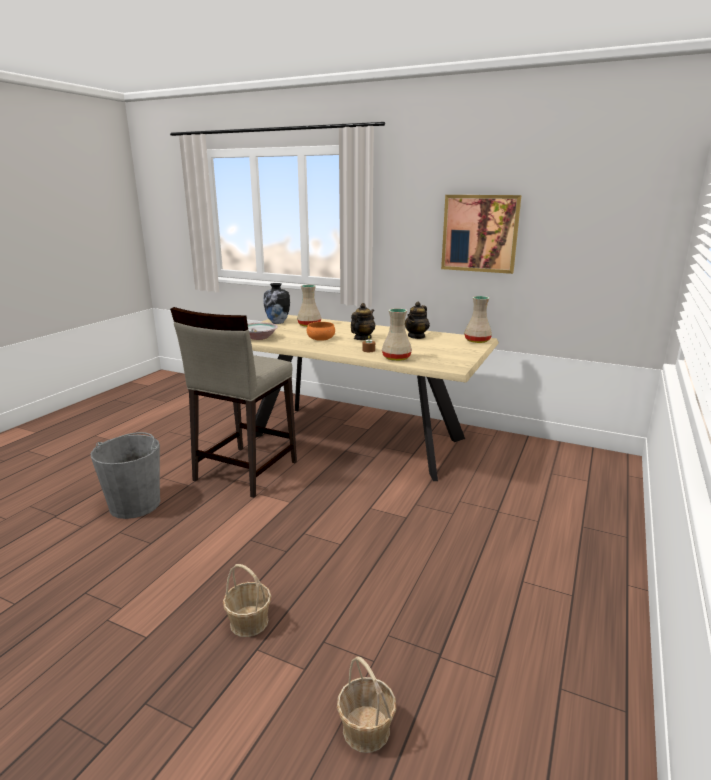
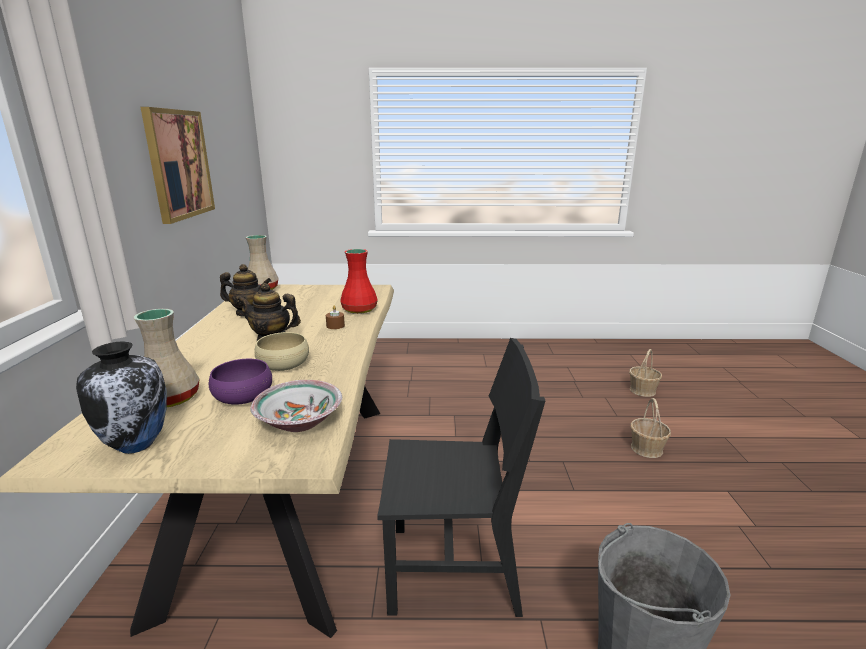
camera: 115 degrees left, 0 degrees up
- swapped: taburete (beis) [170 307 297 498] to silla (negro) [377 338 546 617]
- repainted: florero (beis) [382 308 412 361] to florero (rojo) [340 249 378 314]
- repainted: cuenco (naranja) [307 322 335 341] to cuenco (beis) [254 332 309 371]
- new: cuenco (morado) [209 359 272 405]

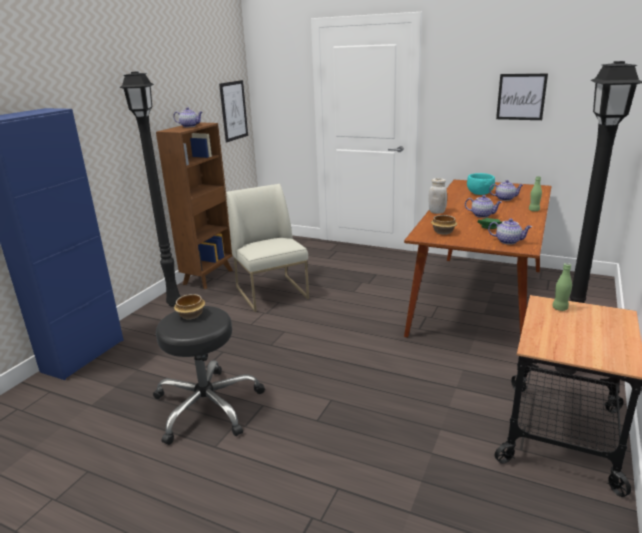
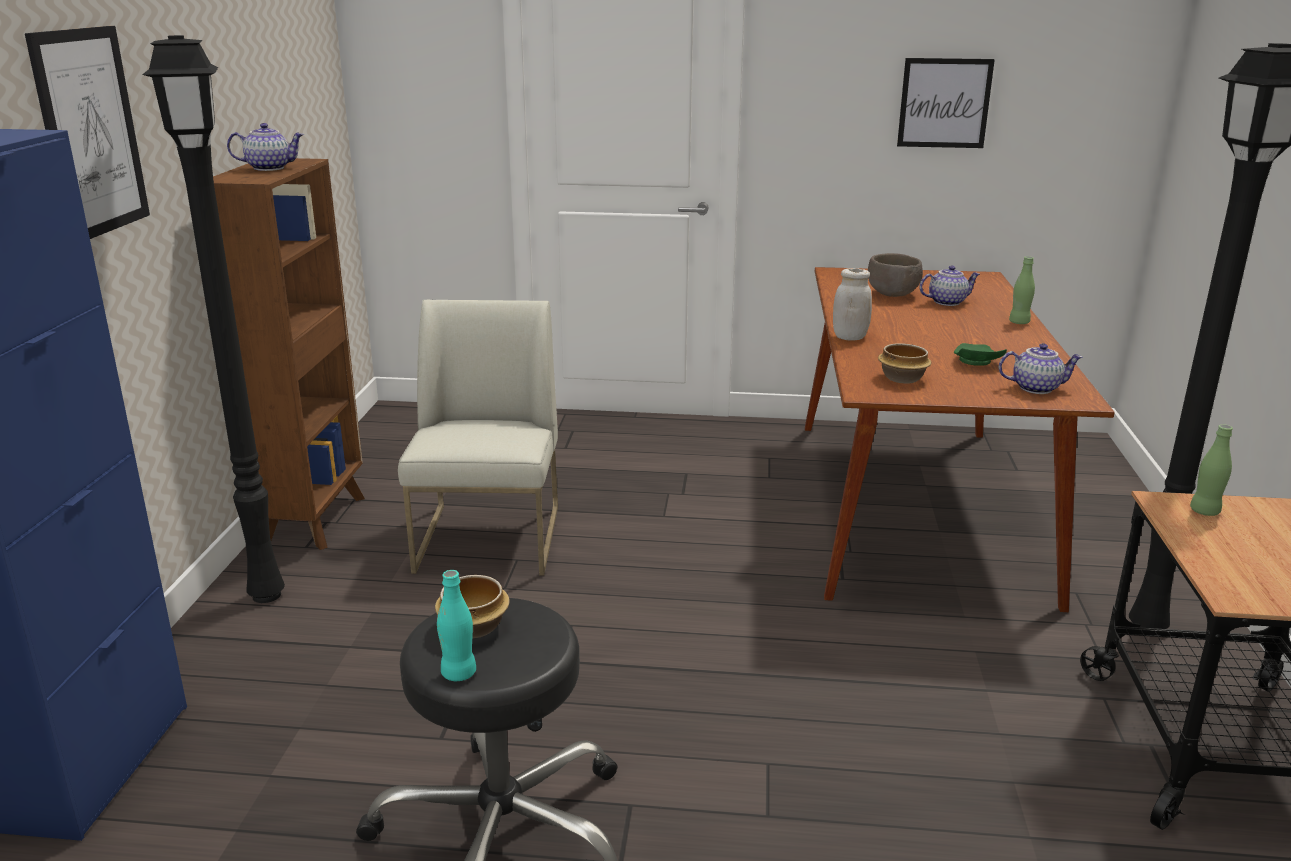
camera: 20 degrees left, 0 degrees up
- shifted: cuadro [219 80 248 142] to [25 26 150 239]
- repainted: cuenco (turquesa) [467 173 495 195] to cuenco (marrón) [868 253 923 297]
- rotated: silla (blanco) [226 184 309 312] = [398 300 558 575] 45 degrees clockwise
- gone: tetera [465 195 502 218]
- new: botella (turquesa) [437 570 476 681]

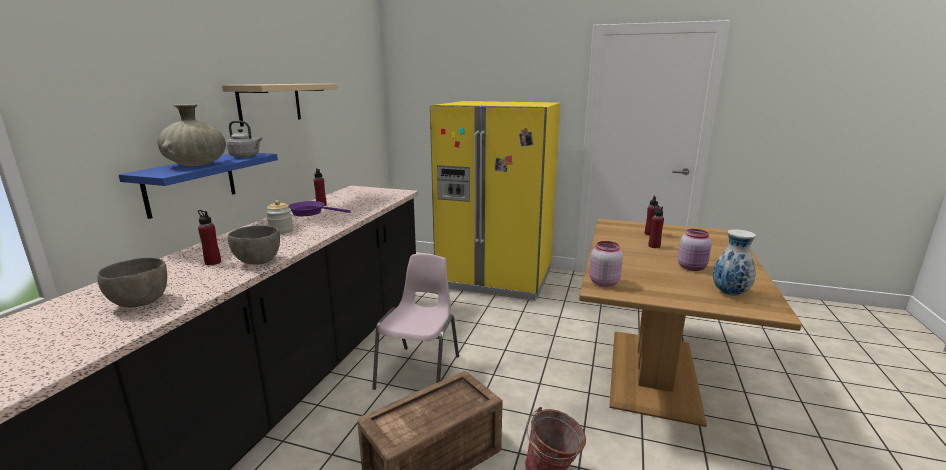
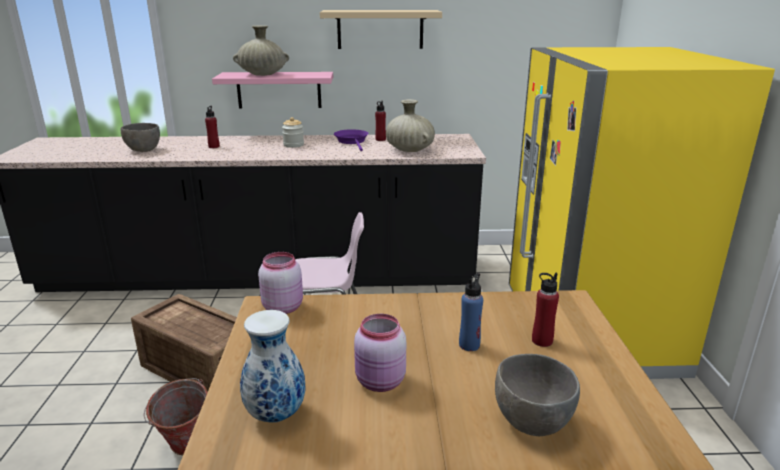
camera: 70 degrees right, 5 degrees up
- gone: hervidor (gris) [227 120 262 158]
- repainted: estante (azul) [119 153 278 219] to estante (rosa) [212 72 333 109]
- repainted: botella (rojo) [648 205 664 248] to botella (azul) [459 273 483 351]
- shifted: cuenco (gris) [228 225 280 265] to [495 354 580 436]
- new: florero (beis) [386 99 435 152]

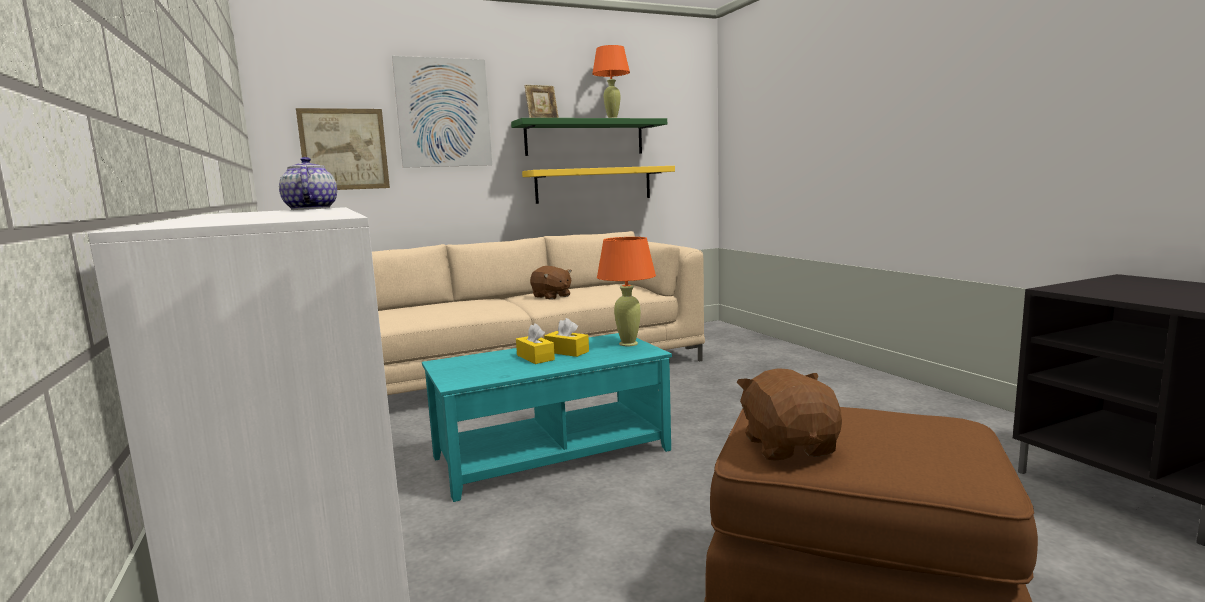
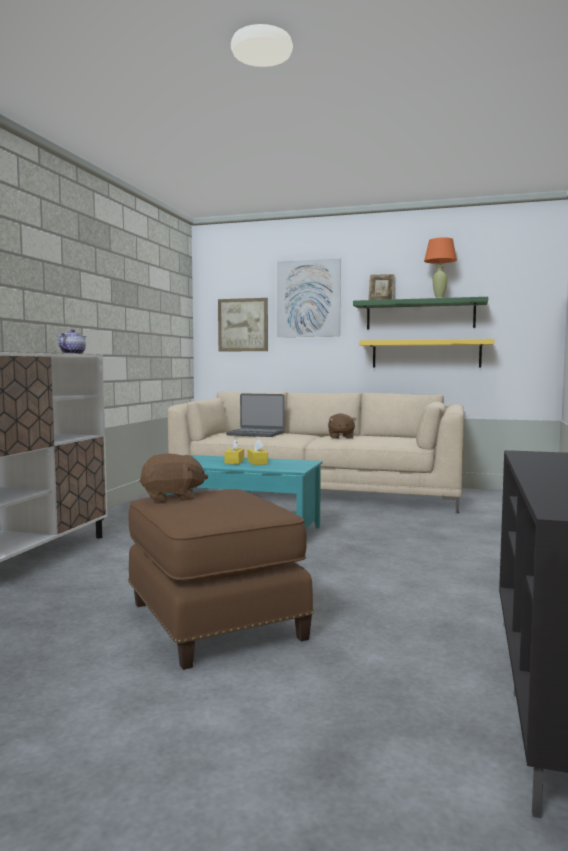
camera: 40 degrees right, 5 degrees down
- gone: lámpara de mesa (naranja) [597 237 656 346]
- rotated: peluche (marrón) [736 368 842 461] = [139 453 208 502] 45 degrees clockwise
- new: portátil [226 393 285 437]

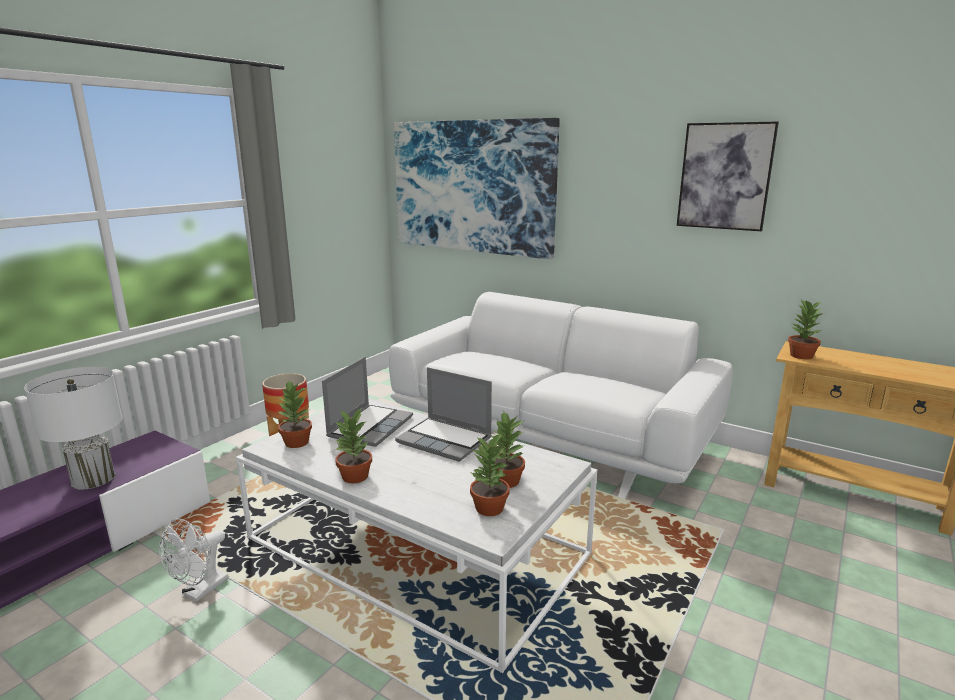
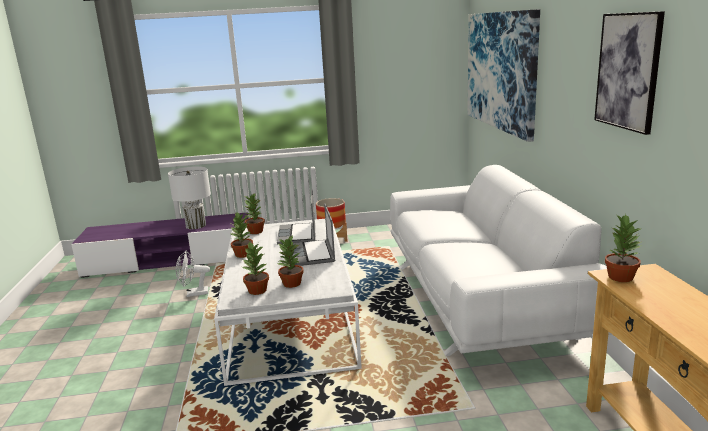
camera: 50 degrees right, 0 degrees up
- rotated: portátil [322 357 413 447] = [277 189 315 244] 105 degrees clockwise

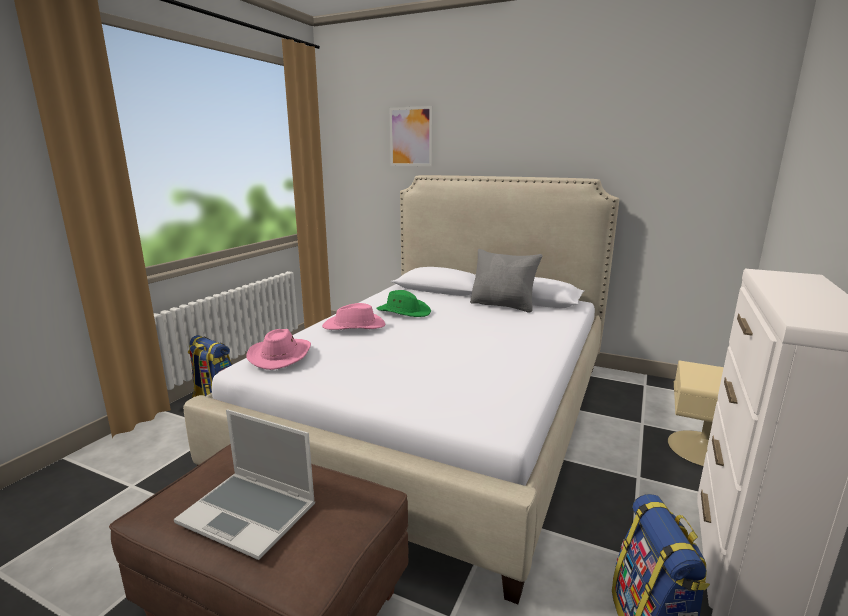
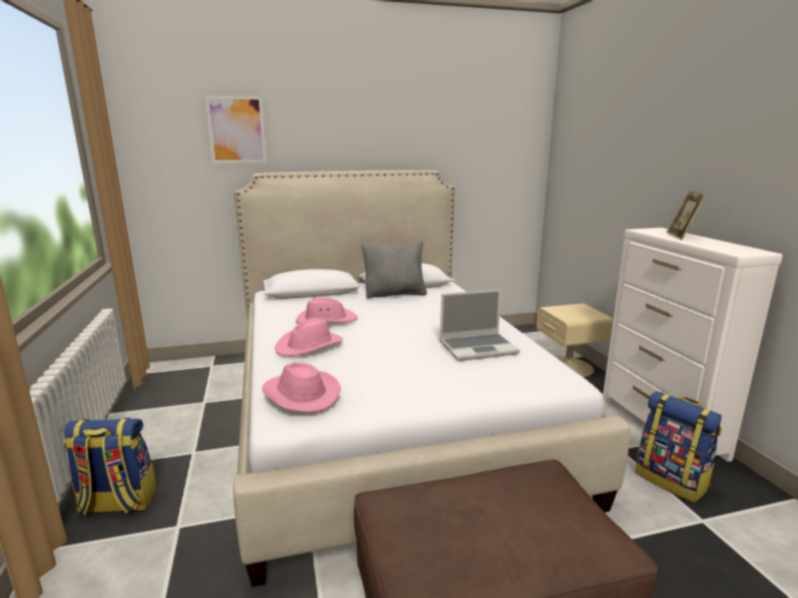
camera: 40 degrees left, 0 degrees up
- repainted: sombrero (verde) [377 290 431 317] to sombrero (rosa) [296 298 357 323]
- shifted: portátil [174 409 315 560] to [440 289 520 361]
- new: portarretratos [666 190 706 240]

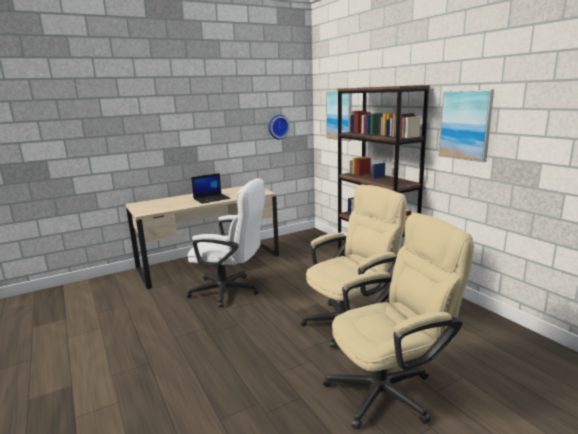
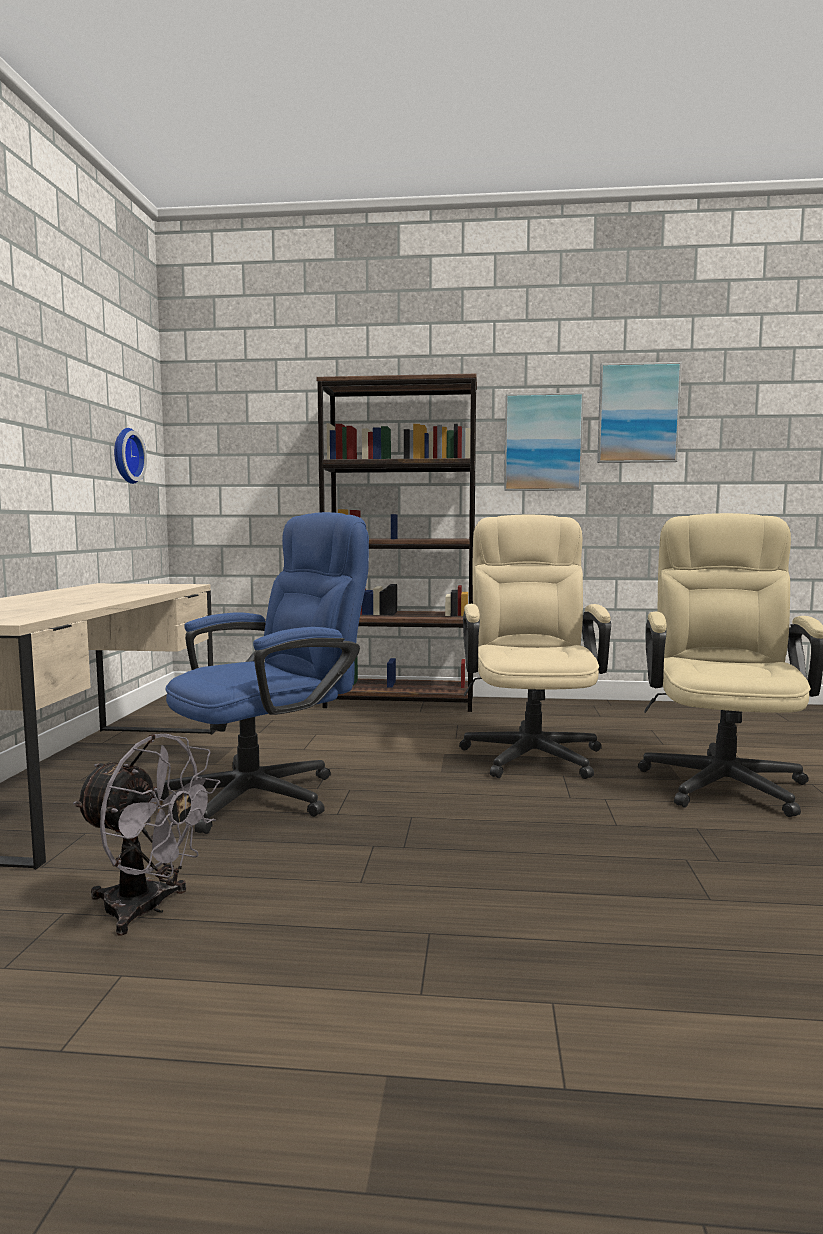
camera: 55 degrees left, 10 degrees down
- shifted: cuadro [326 91 352 141] to [597 362 682 463]
- gone: portátil [191 173 230 204]
- repainted: silla de oficina (blanco) [186 178 265 308] to silla de oficina (azul) [153 512 369 834]
- new: ventilador (gris) [73 734 220 936]

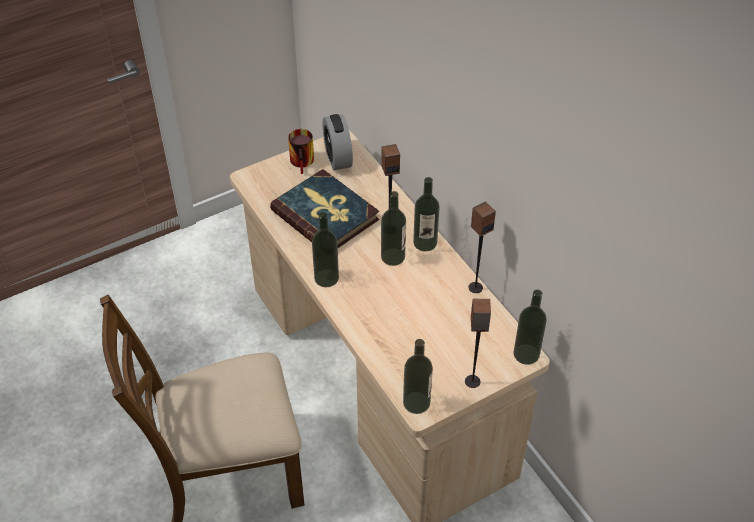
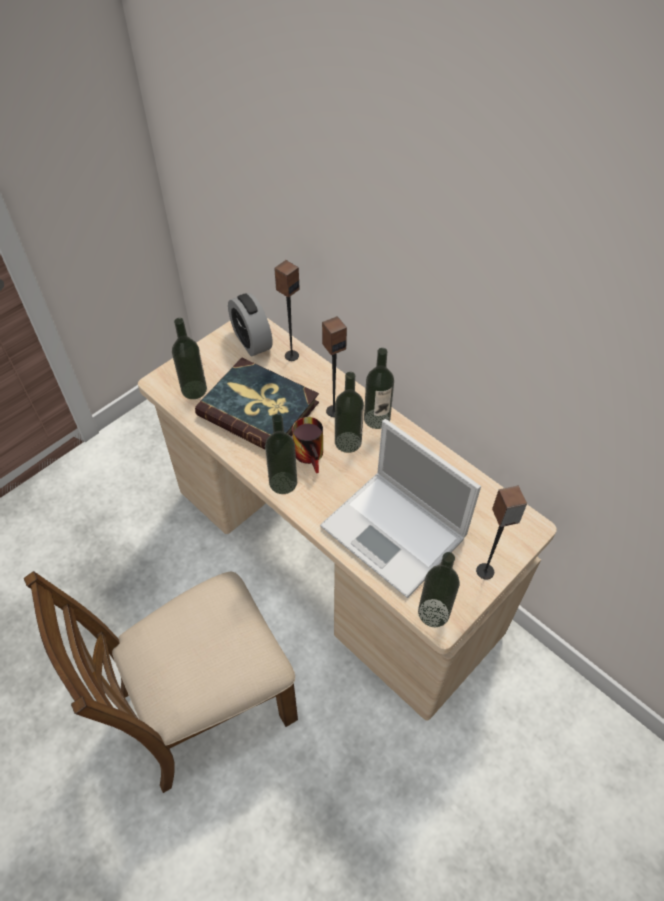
camera: 15 degrees left, 5 degrees up
- shifted: taza grande [288 129 314 174] to [292 417 323 473]
- shifted: altavoz [468 202 496 293] to [274 260 300 361]
- shifted: botella [513 290 547 365] to [172 318 207 399]
- new: portátil [320 419 481 598]

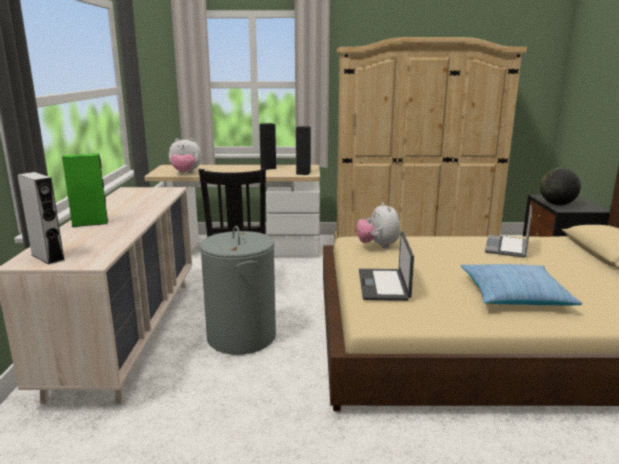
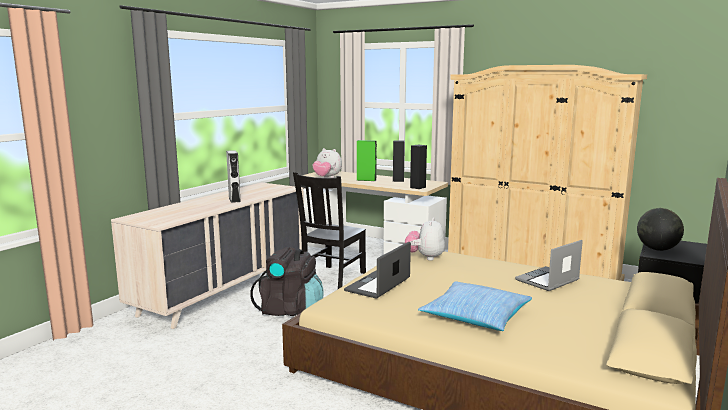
camera: 30 degrees right, 5 degrees down
- shifted: altavoz (verde) [62 154 108 227] to [356 140 377 181]
- shifted: altavoz (gris) [17 172 64 265] to [226 150 241 203]
- swapped: cesto de la ropa (gris) [199 226 276 355] to mochila (negro) [250 247 324 316]

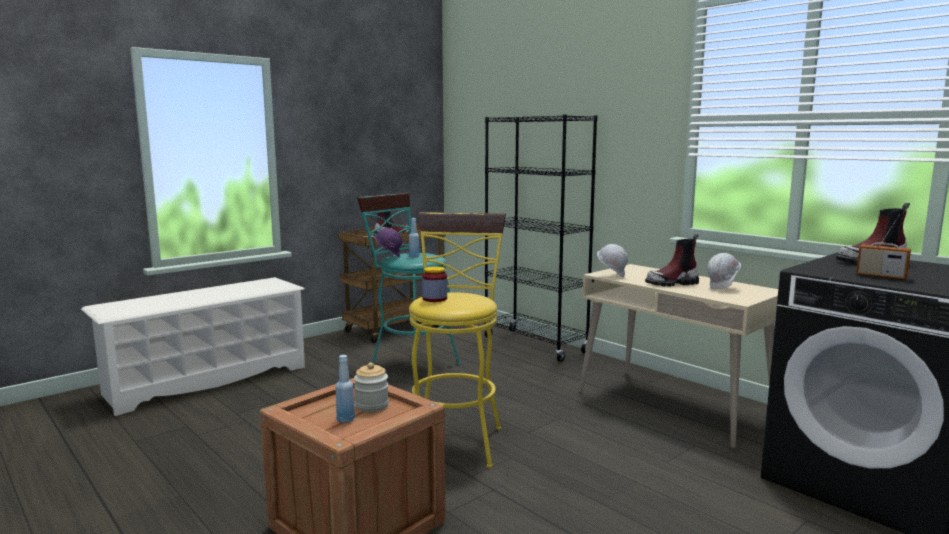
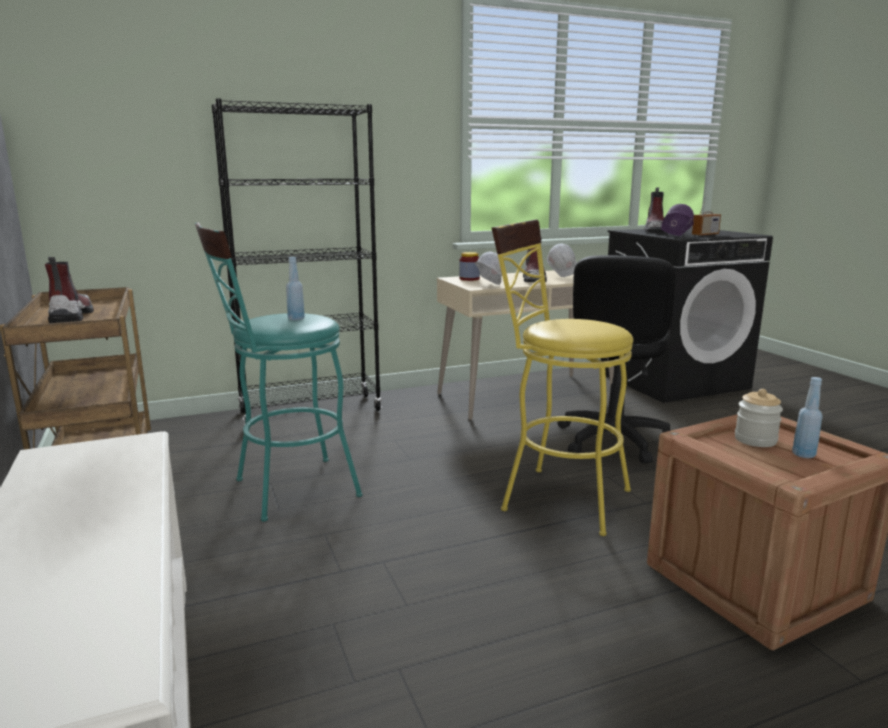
camera: 70 degrees left, 5 degrees up
- shifted: casco (morado) [374 228 402 257] to [661 204 694 236]
- shifted: tarro [422 266 447 302] to [459 252 480 281]
- new: silla de oficina (negro) [557 255 676 464]

